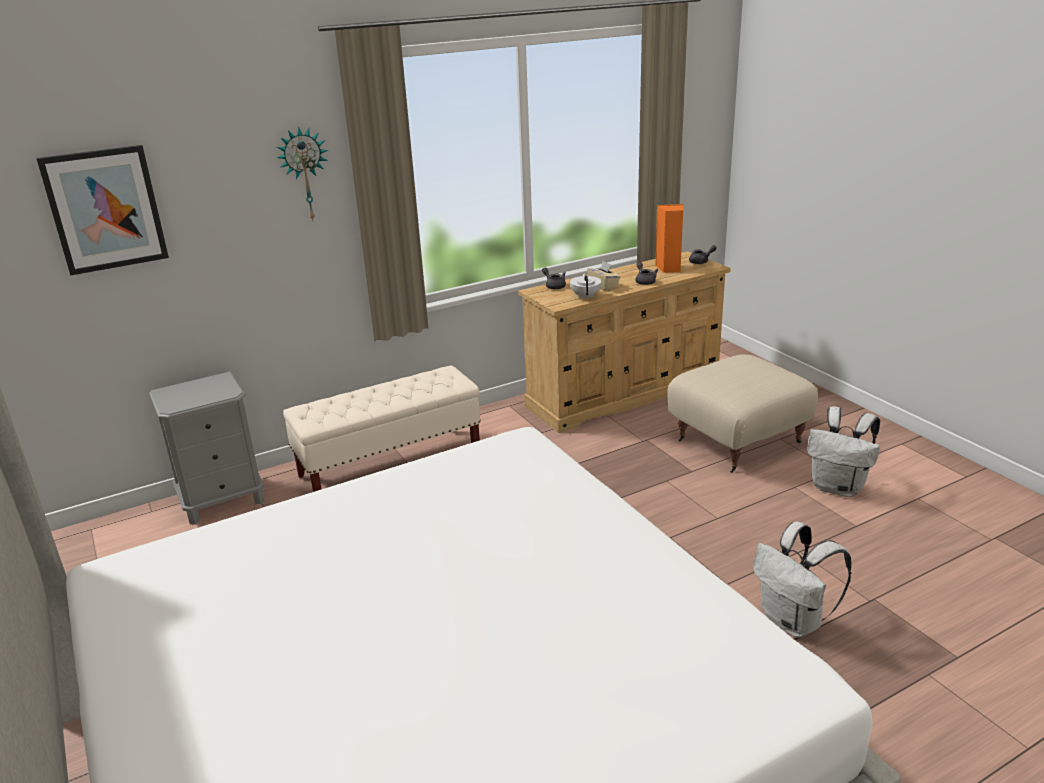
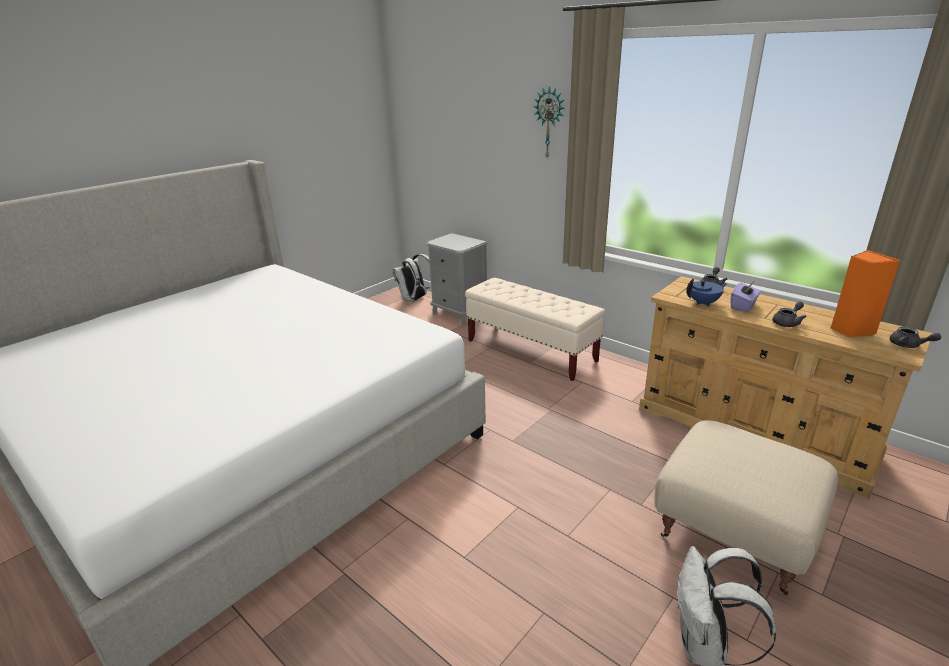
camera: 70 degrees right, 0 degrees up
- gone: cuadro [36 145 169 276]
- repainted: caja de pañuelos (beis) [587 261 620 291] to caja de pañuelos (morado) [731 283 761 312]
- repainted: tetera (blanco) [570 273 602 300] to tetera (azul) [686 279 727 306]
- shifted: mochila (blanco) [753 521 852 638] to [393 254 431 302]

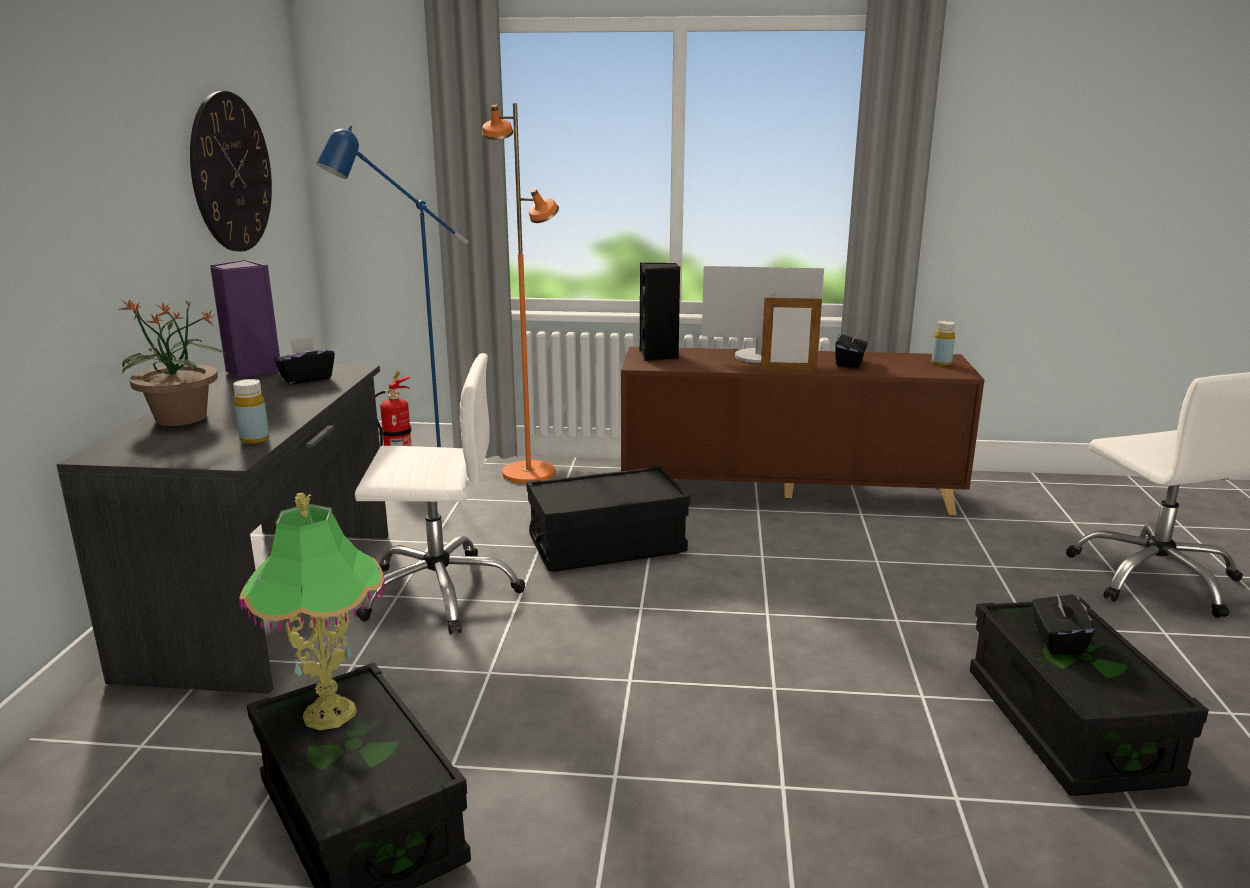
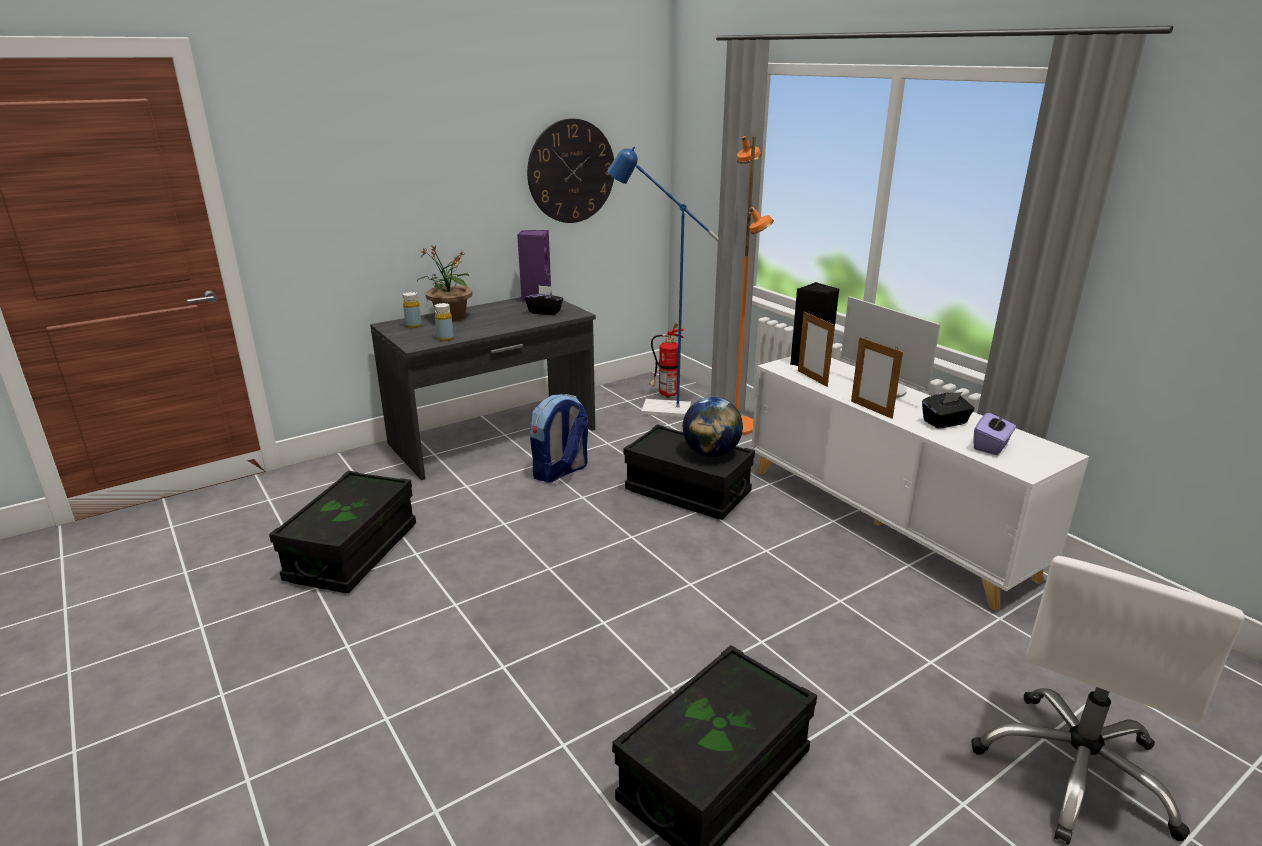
camera: 50 degrees right, 5 degrees up
- shifted: botella (amarillo) [932 321 955 366] to [403 292 422 328]
- repainted: armario (marrón) [621 347 985 515] to armario (blanco) [751 356 1089 611]
- swapped: silla de oficina (blanco) [355 353 525 635] to mochila [530 394 588 483]
- gone: lámpara de mesa [239 492 385 730]
- gone: caja de pañuelos (negro) [1032 587 1095 656]
- new: portarretratos [798 312 835 387]
- new: globo terráqueo [683 397 743 457]
- new: caja de pañuelos (morado) [973 411 1016 455]

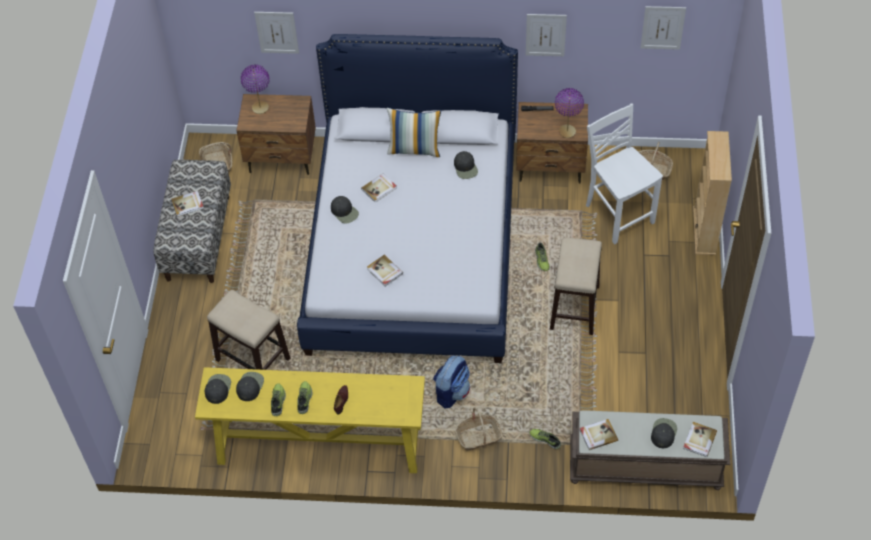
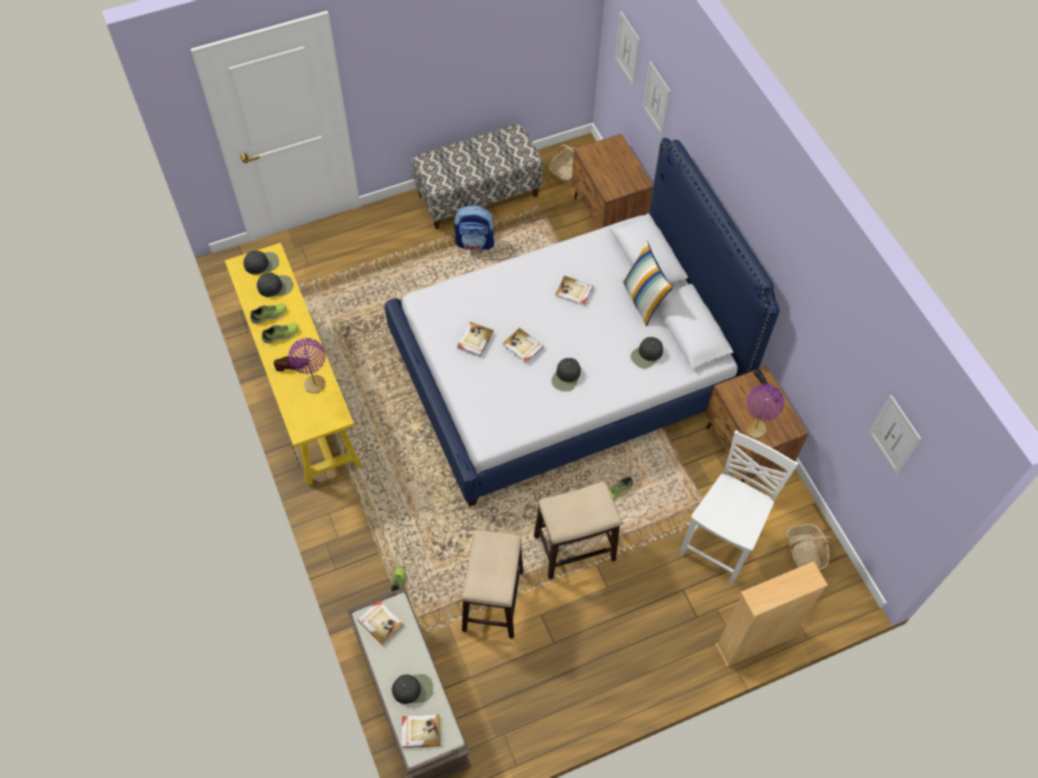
camera: 60 degrees right, 5 degrees up
- shifted: cuadro [526 14 567 56] to [615 11 640 86]
- shifted: lámpara de mesa (morado) [241 65 269 114] to [289 338 326 393]
- shifted: libro [171 191 204 217] to [503 328 544 364]
- shifted: gorra (negro) [331 196 359 224] to [551 358 581 392]
- shifted: taburete [207 290 290 370] to [462 530 523 638]
- shifted: mochila [433 355 470 408] to [454 205 495 251]
- gone: cesta [455 407 503 451]

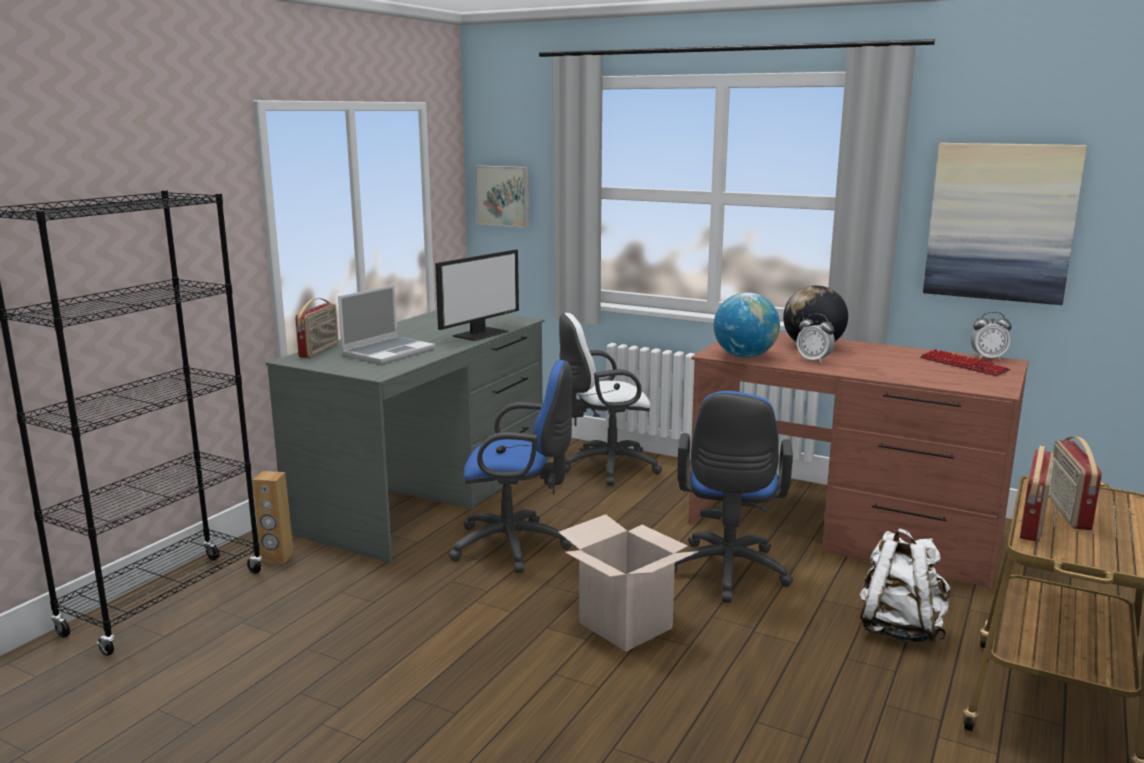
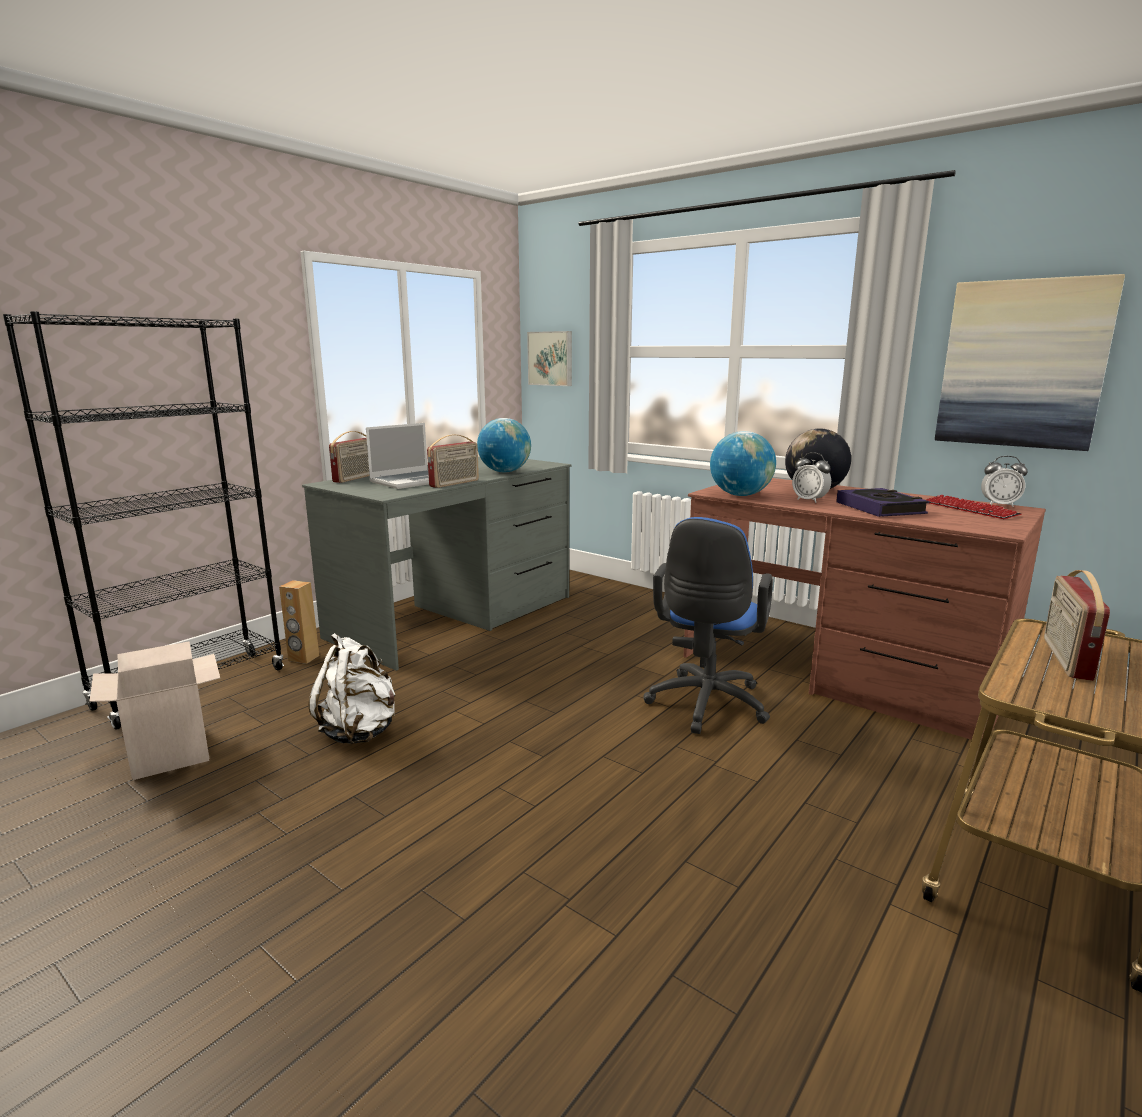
camera: 10 degrees right, 0 degrees up
- swapped: monitor [435 249 519 341] to globo terráqueo [477 418 531 472]
- gone: silla de oficina (blanco) [559 313 662 485]
- gone: silla de oficina (azul) [449 360 572 573]
- shifted: radio [1020 446 1055 541] to [427 434 479 488]
- shifted: caja de cartón [558 514 699 651] to [89 642 220 780]
- shifted: mochila (blanco) [860 528 951 642] to [308 633 395 744]
- new: libro [836 488 929 517]

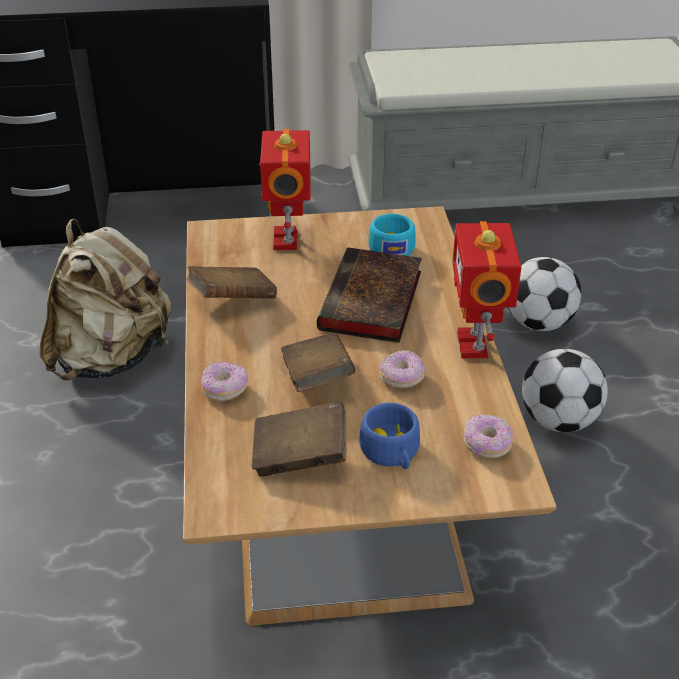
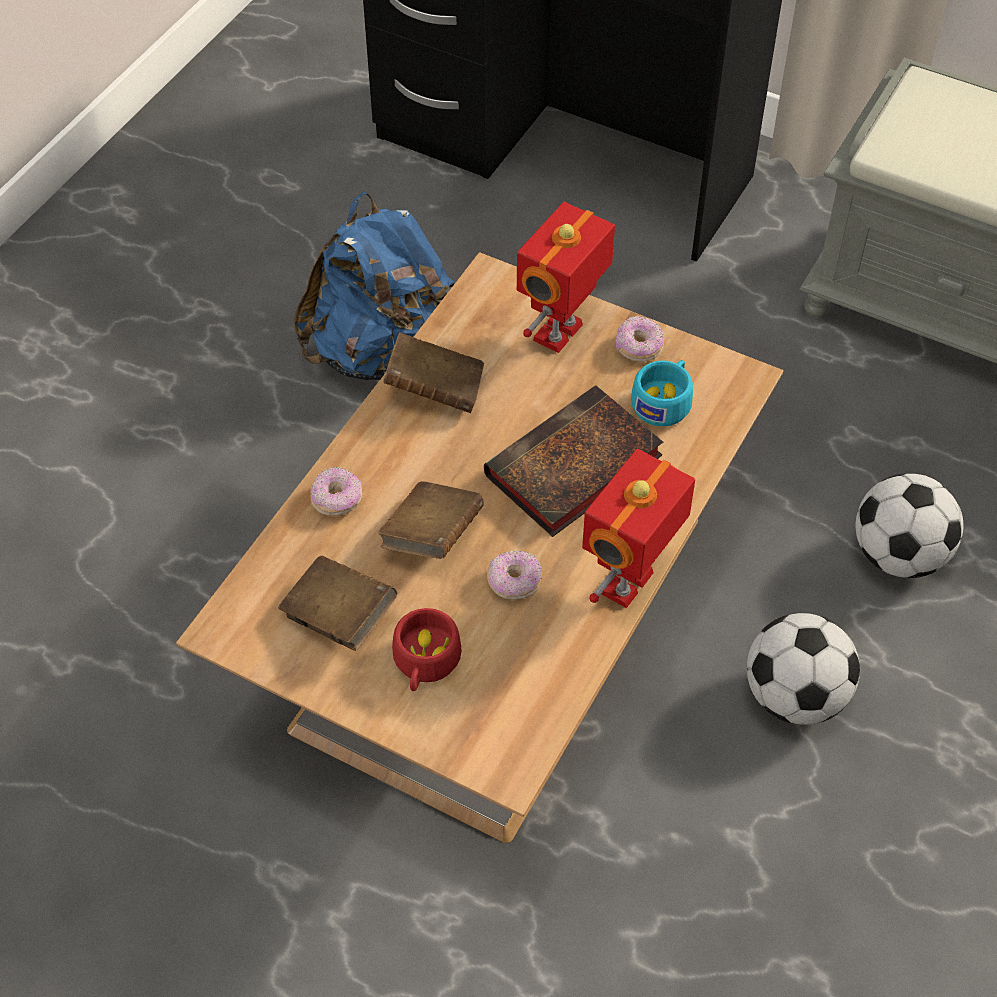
camera: 35 degrees right, 15 degrees up
- repainted: mochila (beis) [40 219 171 381] to mochila (azul) [293 192 455 380]
- repainted: taza (azul) [359 403 420 469] to taza (rojo) [392 608 462 691]
- shifted: rosquilla [464 415 513 458] to [616 316 665 362]

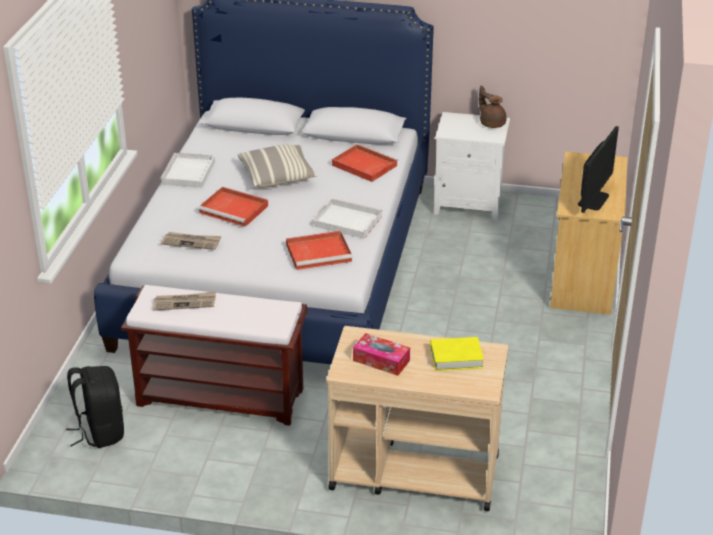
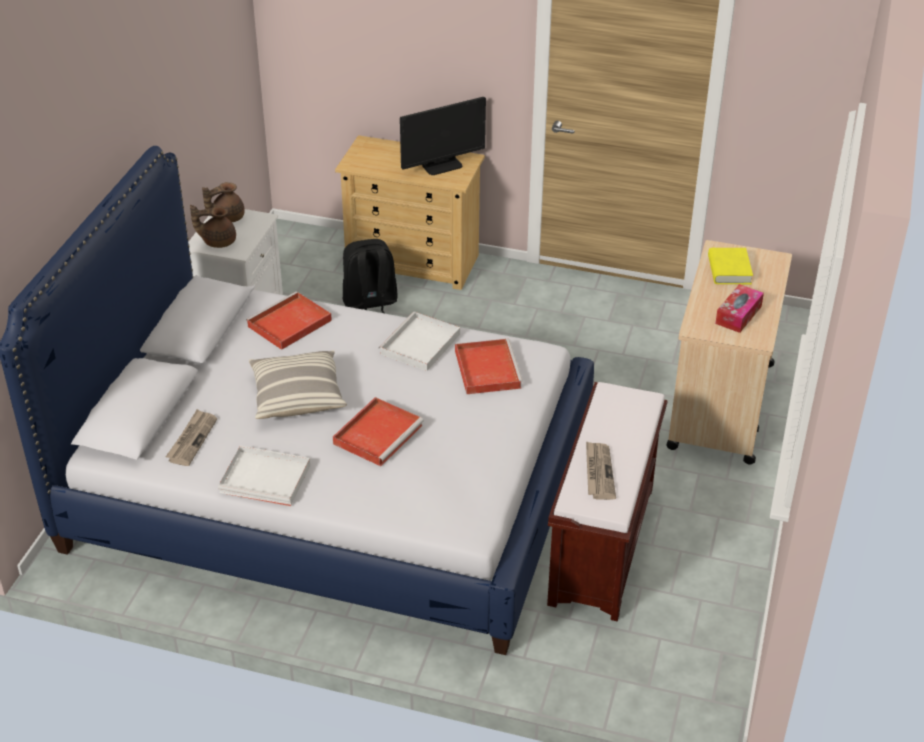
camera: 85 degrees left, 5 degrees up
- rotated: monitor [578 126 619 213] = [400 97 486 175] 120 degrees clockwise
- shifted: periódico [161 232 222 250] to [166 409 217 466]
- shifted: mochila (negro) [66 366 124 448] to [343 239 398 314]
- new: tetera (marrón) [190 205 236 248]

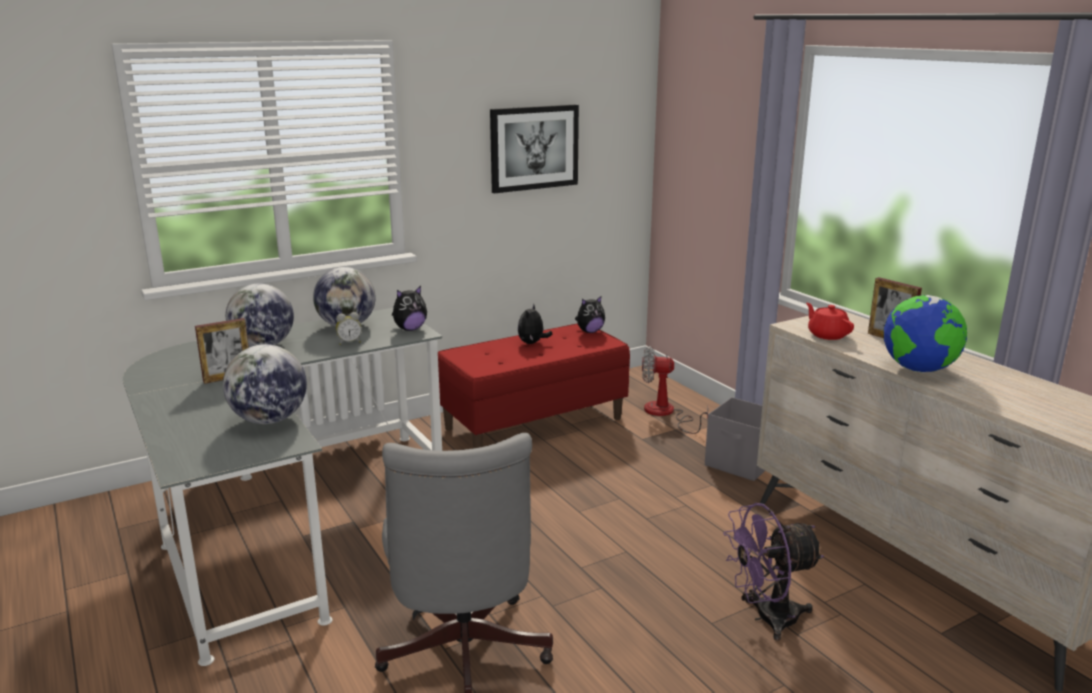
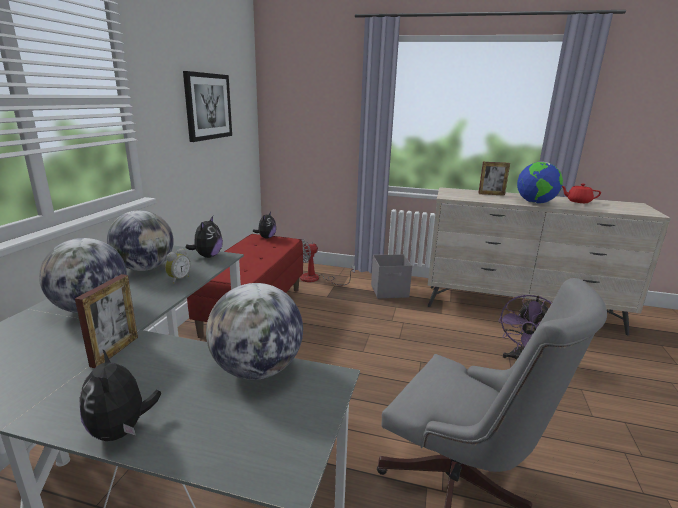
camera: 45 degrees left, 0 degrees up
- shifted: tetera (rojo) [806 303 854 340] to [562 184 601 203]
- shifted: peluche [518 304 552 344] to [79 350 161 441]

